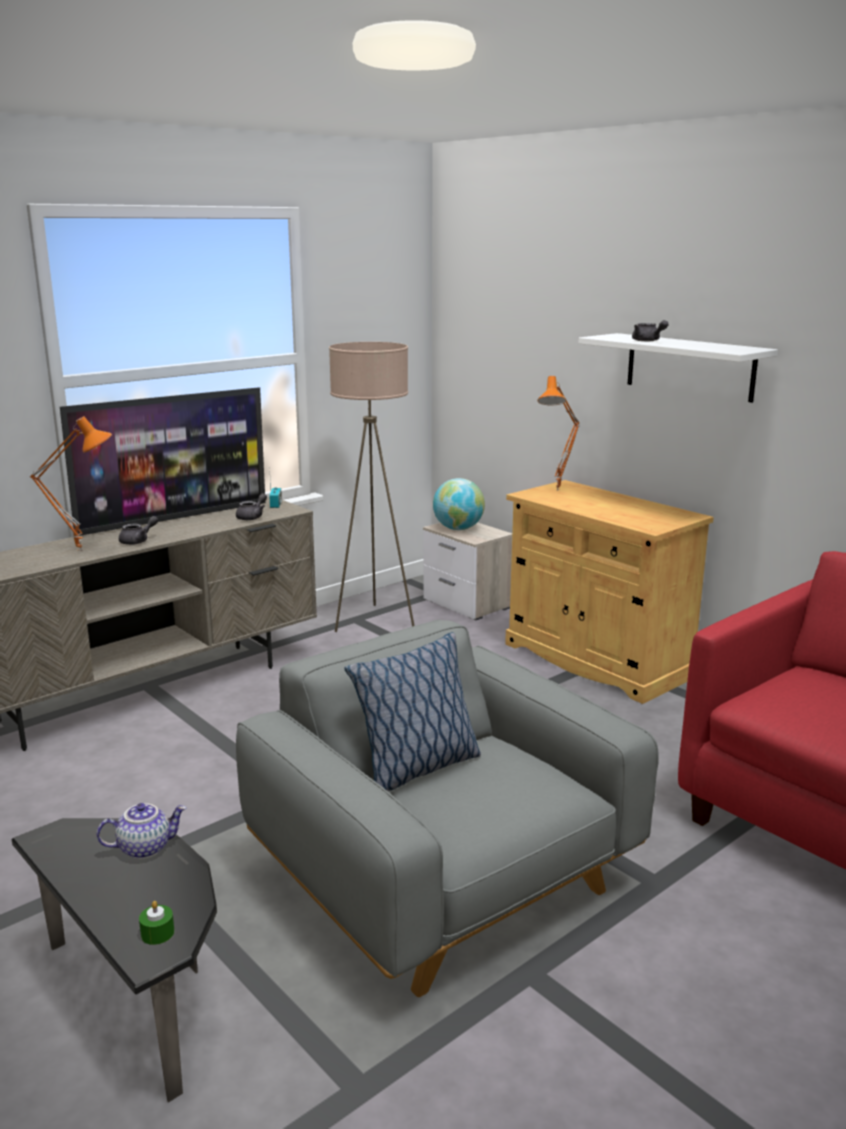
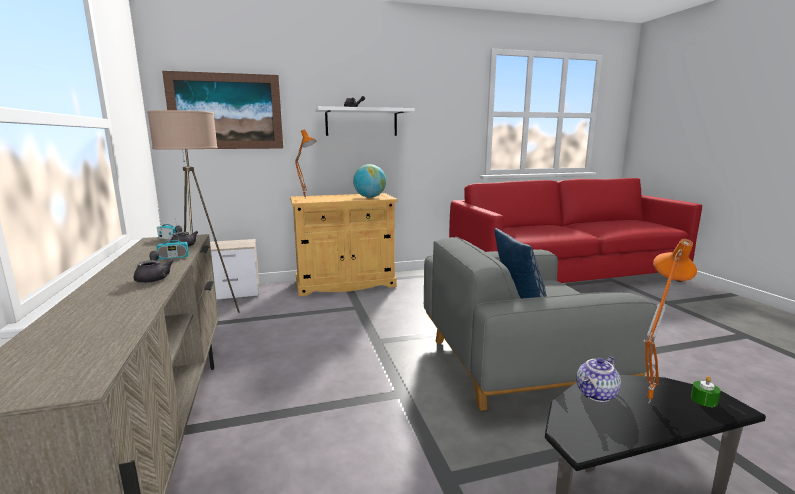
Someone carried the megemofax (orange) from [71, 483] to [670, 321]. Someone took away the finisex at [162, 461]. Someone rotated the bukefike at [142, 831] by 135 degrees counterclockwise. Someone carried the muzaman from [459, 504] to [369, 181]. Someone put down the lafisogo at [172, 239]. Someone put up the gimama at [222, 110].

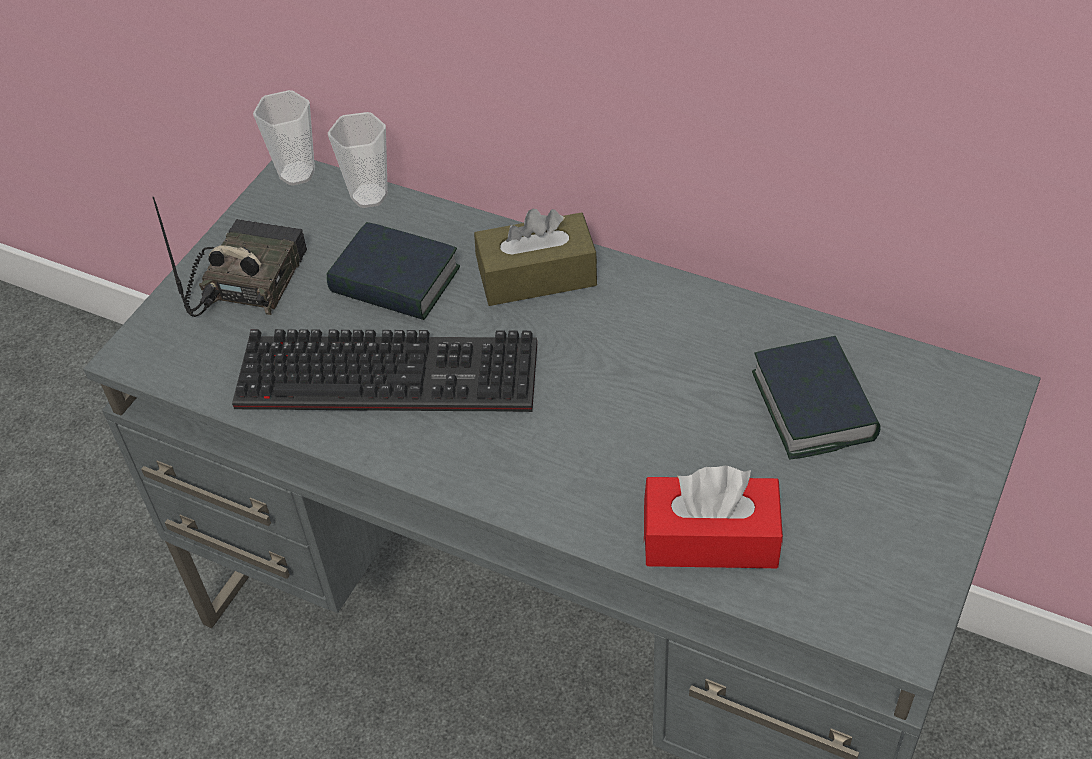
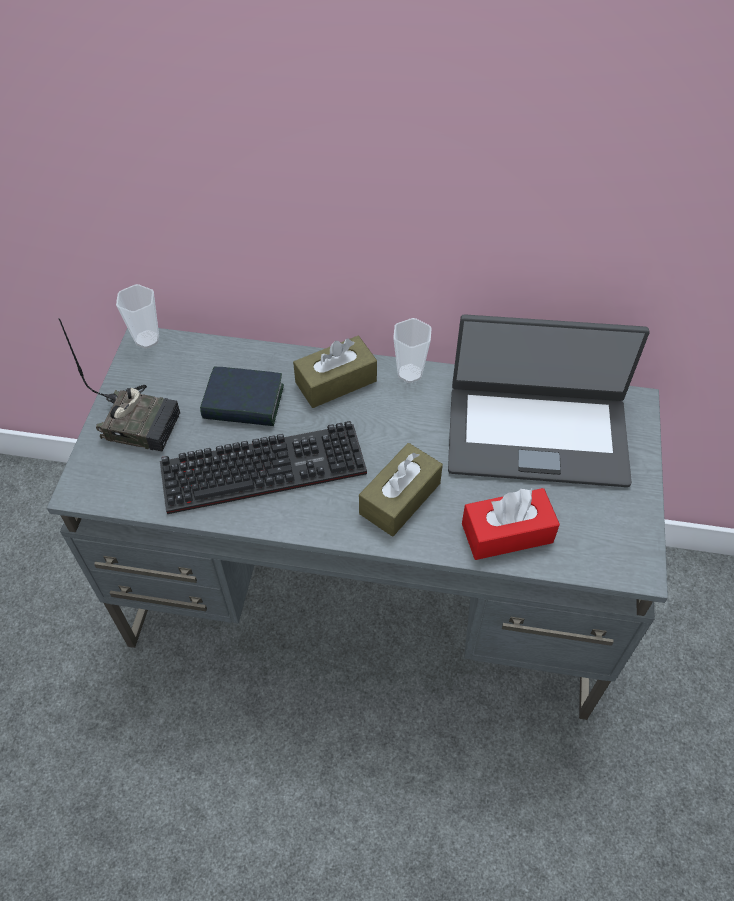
Someone rotated the lafisogo at [229, 257] by 105 degrees clockwise. Someone carried the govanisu from [358, 160] to [412, 350]. Someone swapped the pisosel at [816, 398] for the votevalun at [549, 400]. Someone put down the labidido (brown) at [401, 489].

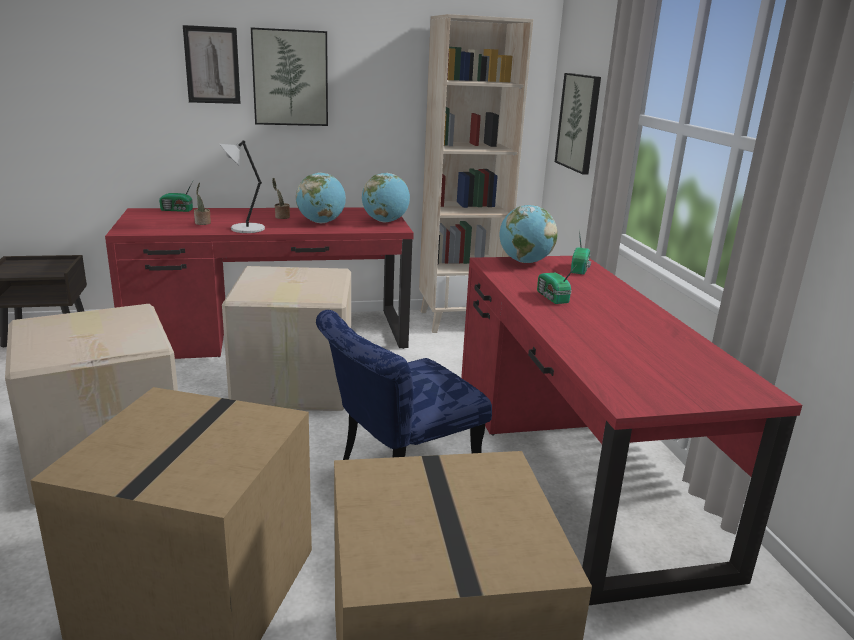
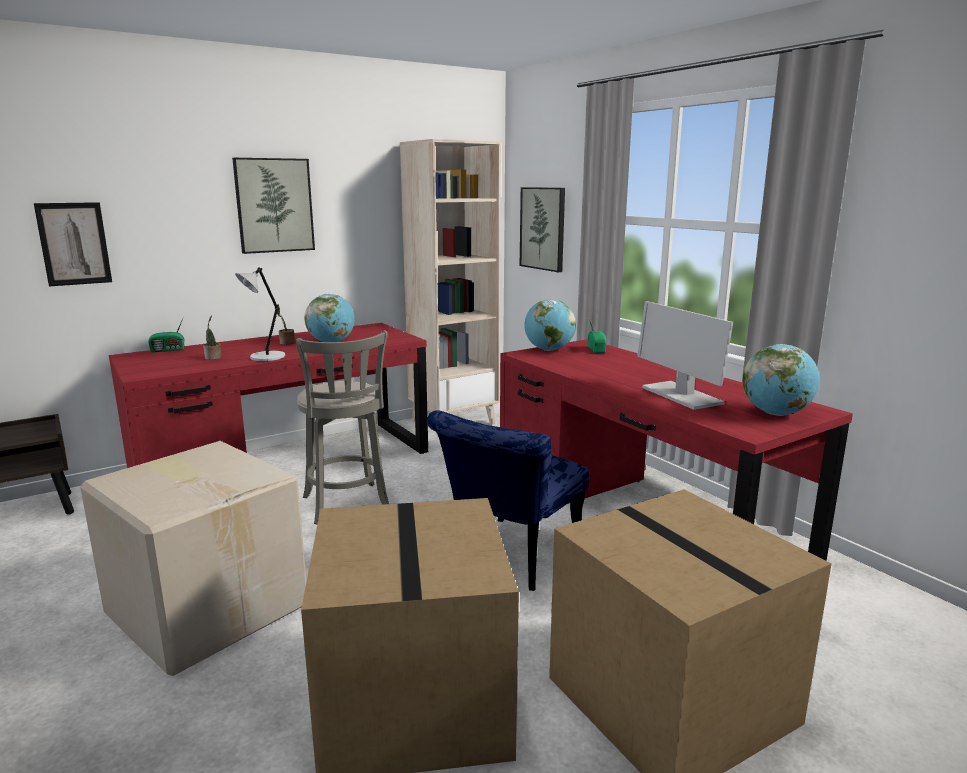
Someone carried the gimama from [212, 64] to [73, 244]. Someone swapped the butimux at [286, 338] for the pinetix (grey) at [342, 427]. Someone carried the muzaman from [386, 197] to [781, 380]. Someone took away the lafisogo at [556, 285]. Someone put down the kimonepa at [685, 355].

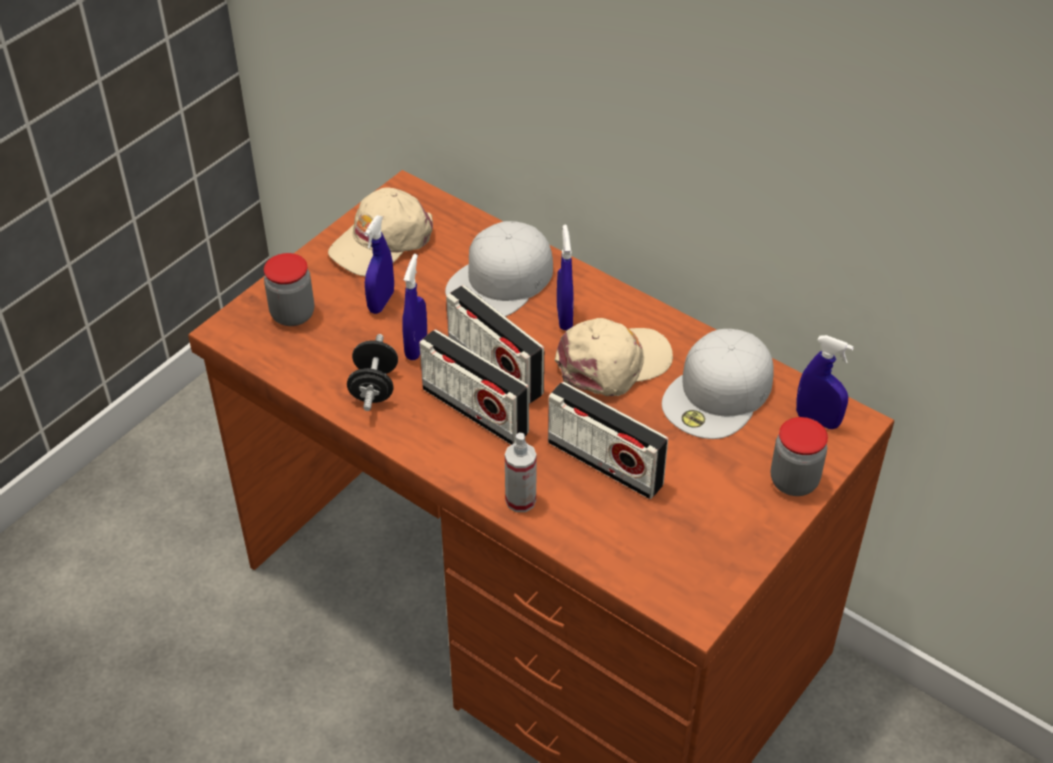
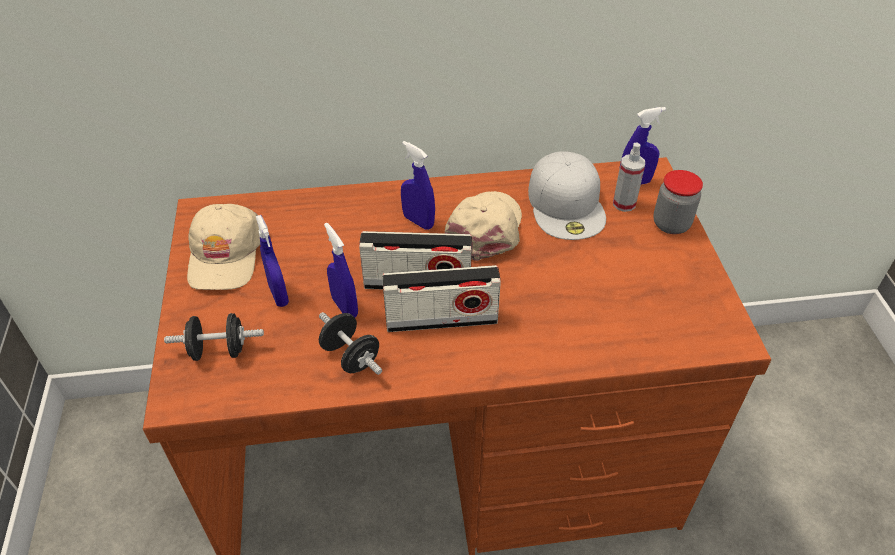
Someone swapped the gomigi at [289, 289] for the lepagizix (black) at [214, 337]. Someone took away the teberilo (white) at [499, 269]. Someone carried the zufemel from [521, 472] to [629, 177]. Someone took away the lafisogo at [608, 440].

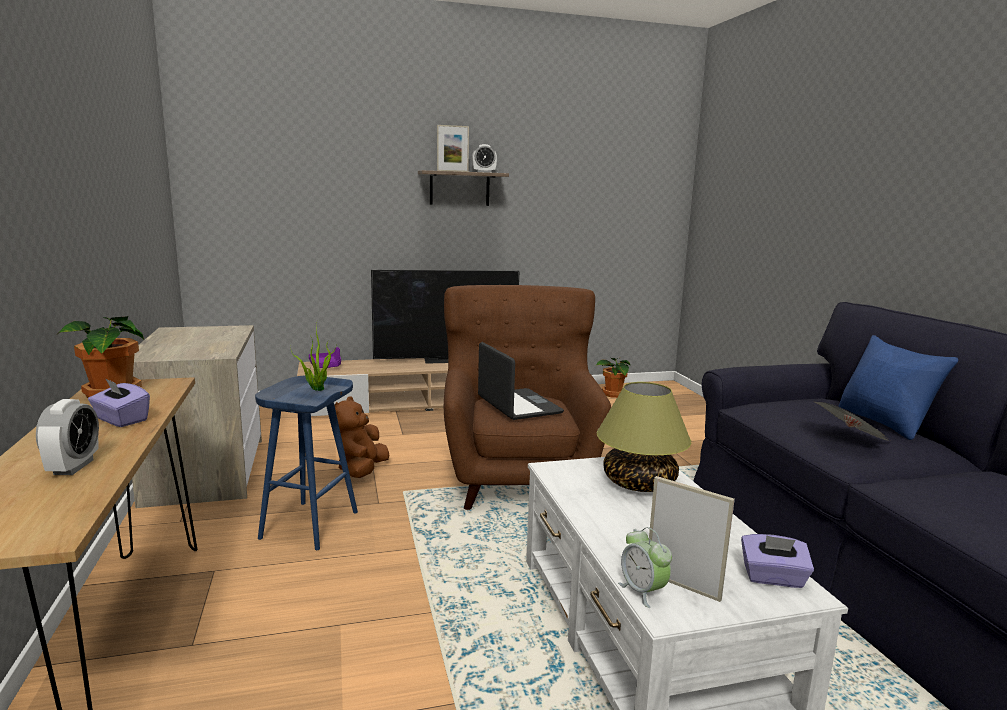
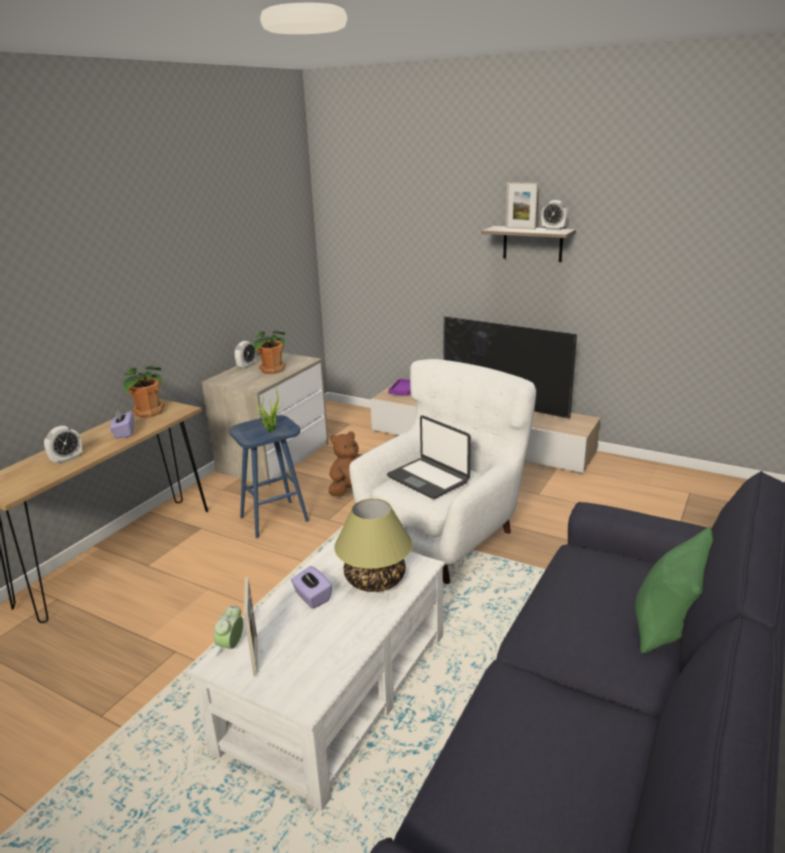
Someone repainted the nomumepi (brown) at [527, 397], which became the nomumepi (white) at [442, 471]. Someone rotated the votevalun at [521, 381] by 120 degrees clockwise. Someone carried the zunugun from [613, 378] to [269, 352]. Someone carried the labidido (purple) from [777, 561] to [311, 587]. Someone took away the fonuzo at [852, 421]. Someone repainted the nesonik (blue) at [898, 387], which became the nesonik (green) at [674, 590]. Someone put down the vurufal at [245, 355].

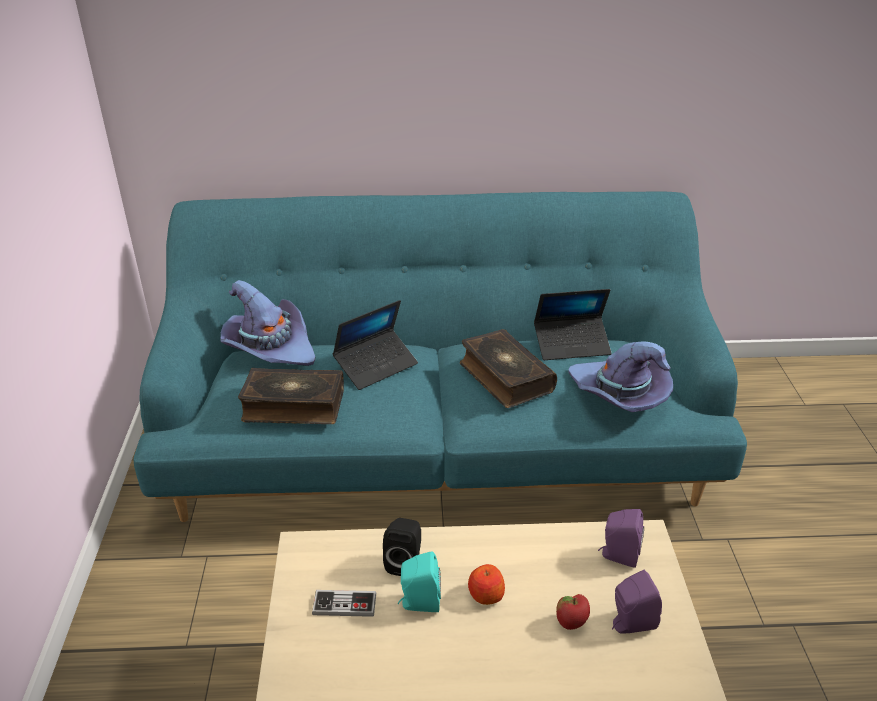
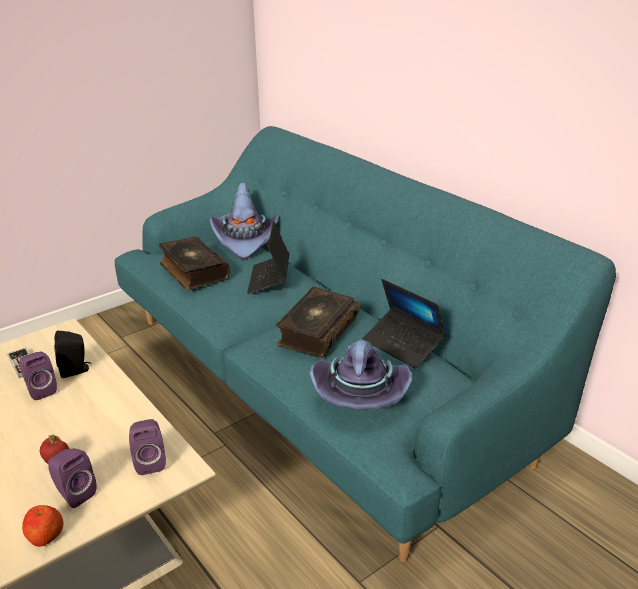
Someone rotated the votevalun at [375, 345] by 75 degrees clockwise. Someone repainted the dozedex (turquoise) at [419, 581], which became the dozedex (purple) at [38, 376]. Someone carried the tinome from [486, 584] to [42, 526].

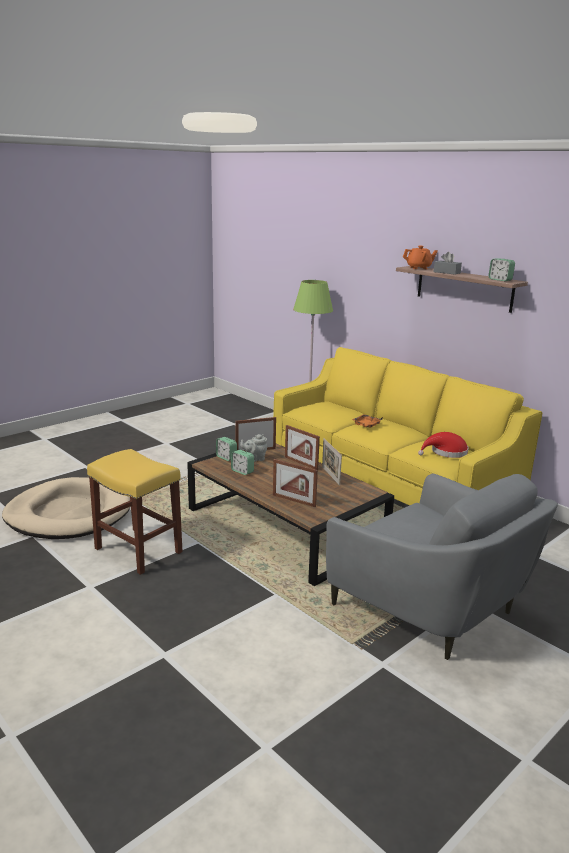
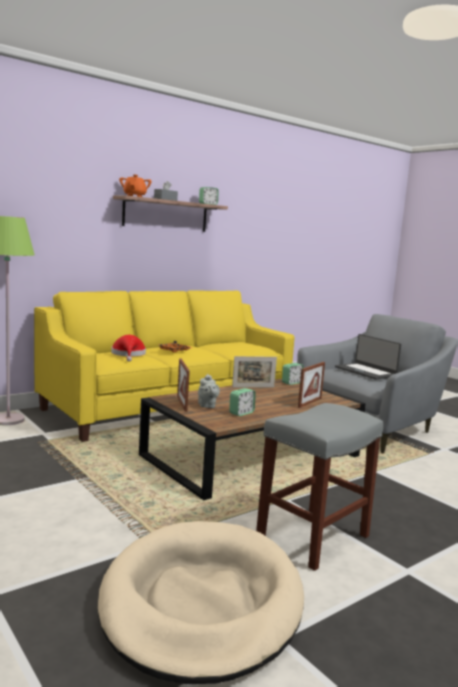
Someone repainted the pinetix (yellow) at [135, 512], which became the pinetix (grey) at [319, 487]. Someone carried the vurufal from [226, 449] to [293, 374]. Someone took away the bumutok at [302, 447]. Someone carried the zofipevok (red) from [443, 445] to [128, 348]. Someone put down the votevalun at [368, 357].

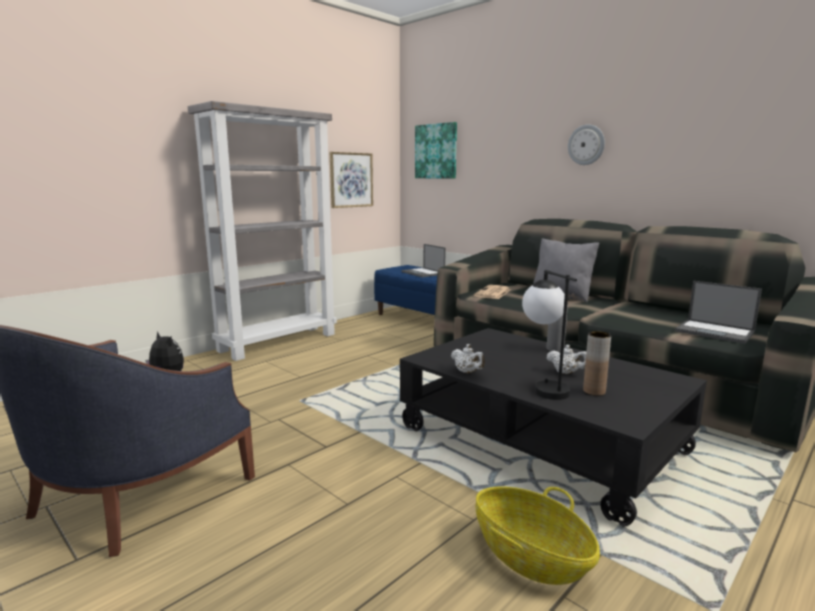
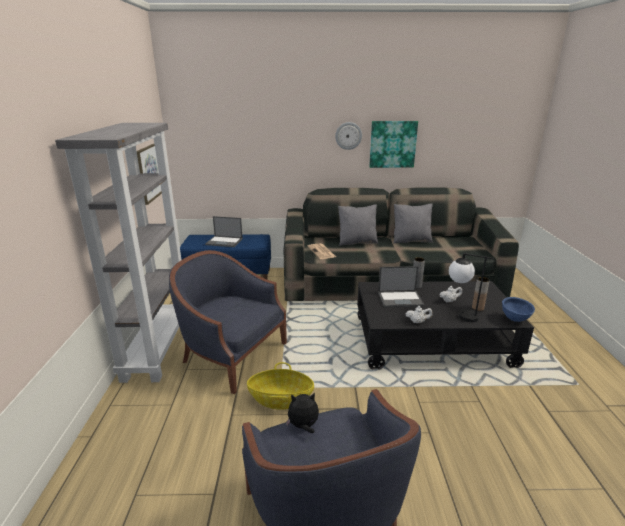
Someone carried the gimama from [436, 150] to [393, 144]. Someone carried the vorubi from [538, 535] to [280, 386]. Someone carried the votevalun from [718, 312] to [401, 287]. Someone put down the nomumepi (blue) at [228, 322]. Someone put down the nesonik (grey) at [413, 224]. Someone put down the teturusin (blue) at [518, 309].

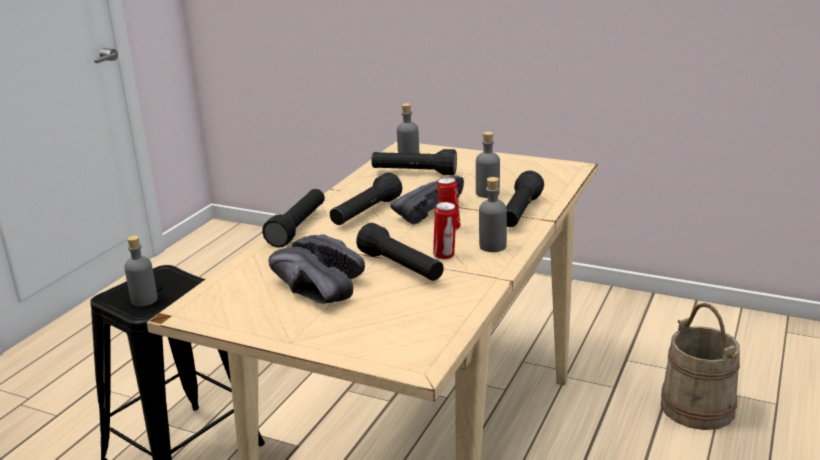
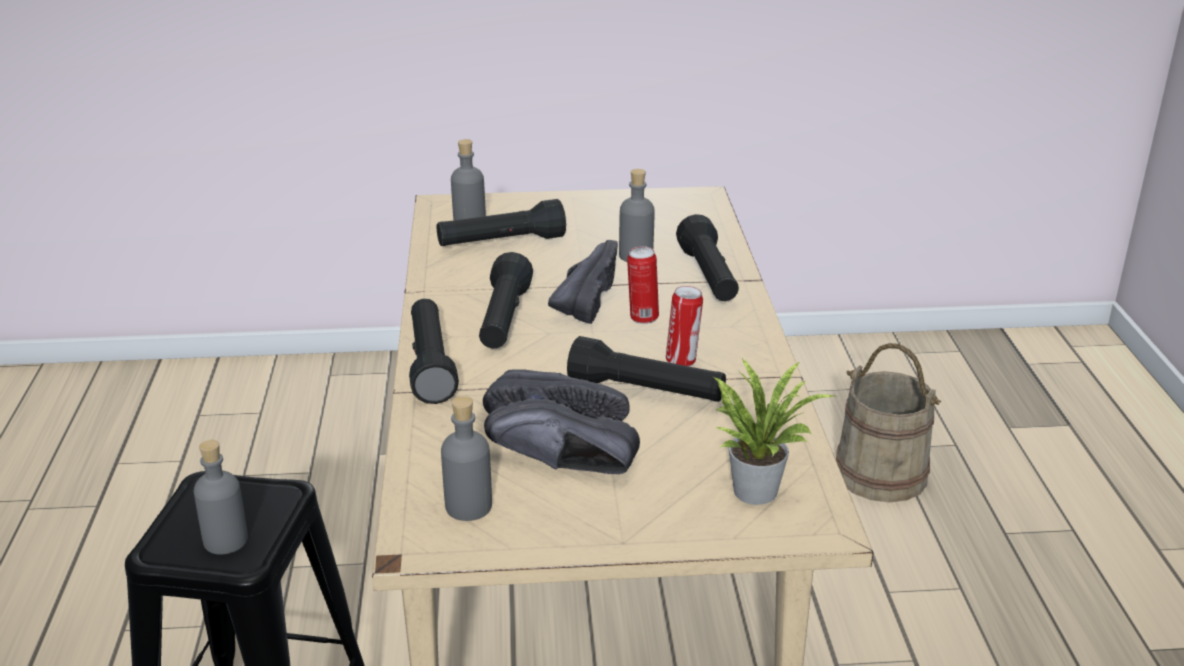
Someone carried the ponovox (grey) from [493, 214] to [466, 458]. Someone put down the zunugun at [773, 432].

